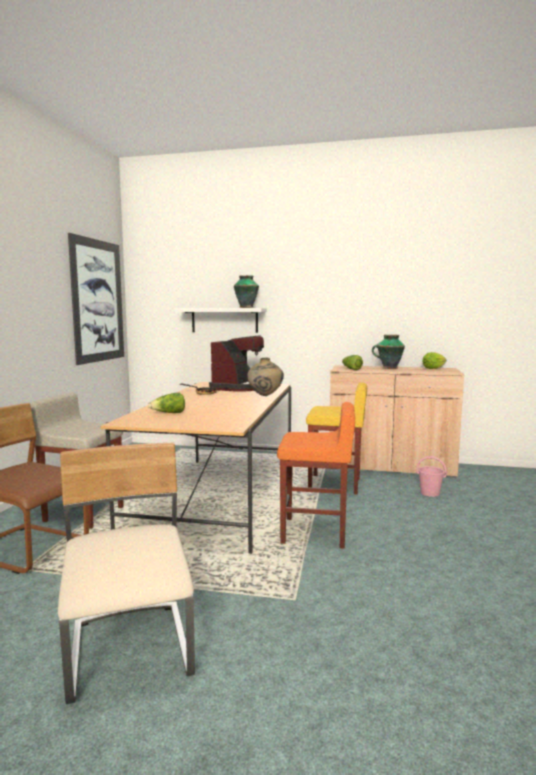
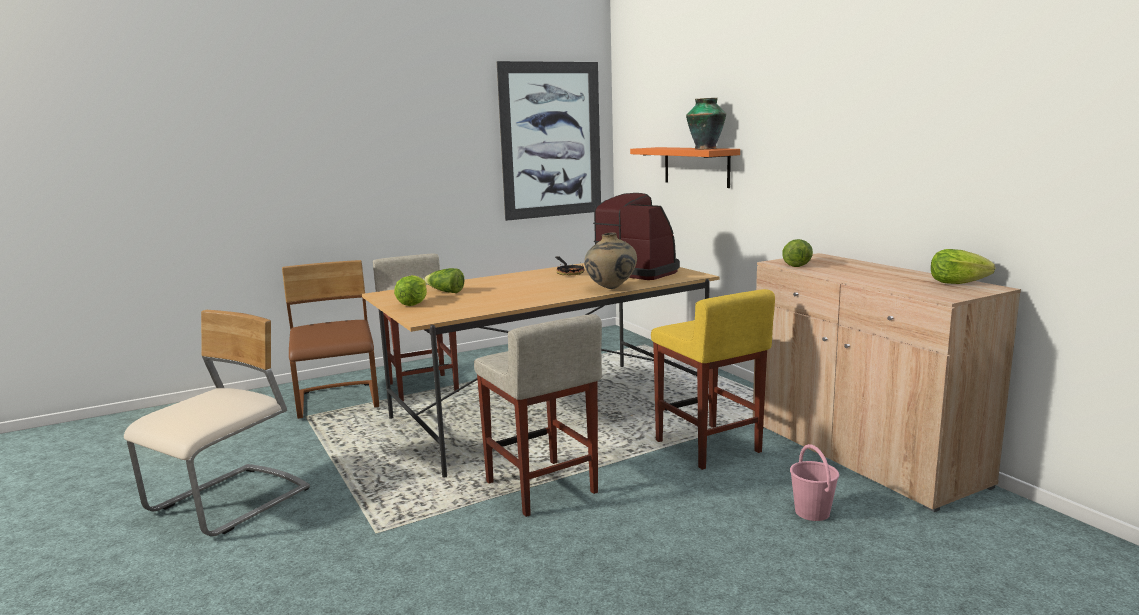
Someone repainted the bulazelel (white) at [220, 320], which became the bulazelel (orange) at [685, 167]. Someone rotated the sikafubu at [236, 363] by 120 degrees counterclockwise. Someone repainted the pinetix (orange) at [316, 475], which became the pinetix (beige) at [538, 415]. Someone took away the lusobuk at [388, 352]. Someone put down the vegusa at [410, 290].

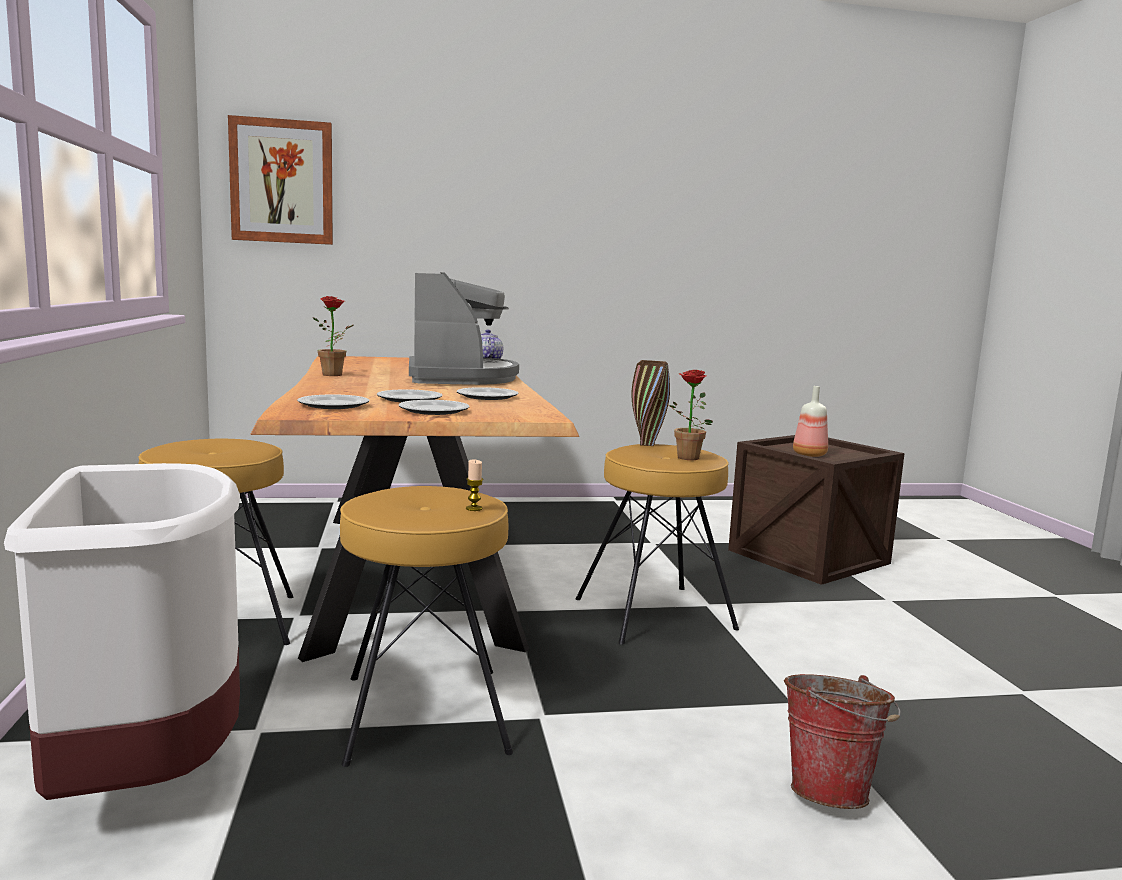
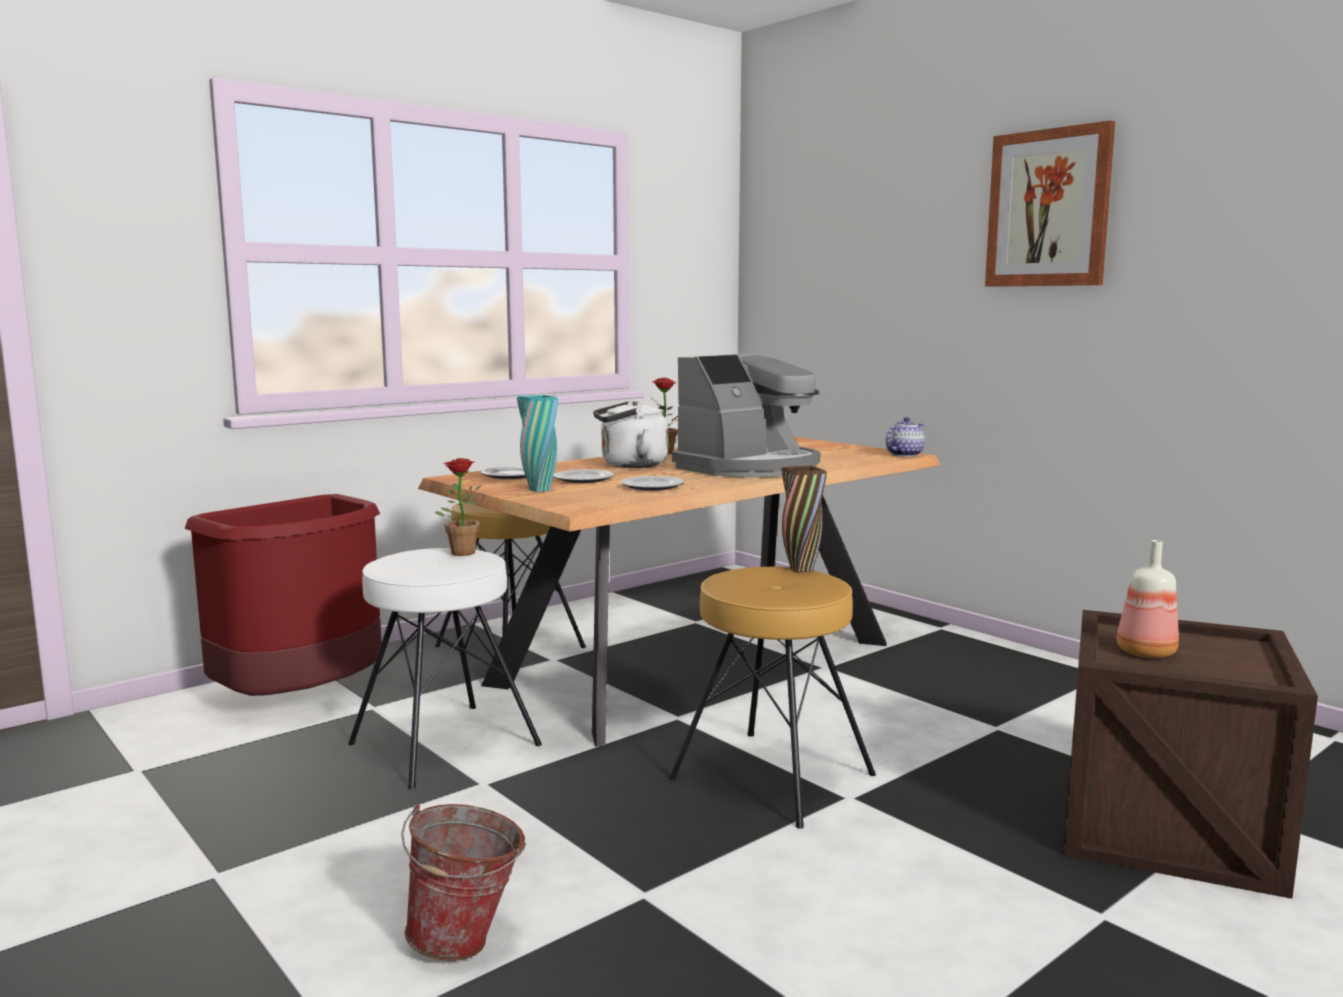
Someone repainted the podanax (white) at [122, 631], which became the podanax (red) at [283, 595]. Someone carried the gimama from [280, 180] to [1050, 203]. Someone repainted the pinetix (brown) at [426, 626], which became the pinetix (white) at [445, 668]. Someone swapped the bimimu at [434, 407] for the lusobuk (turquoise) at [537, 443]. Someone took away the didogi at [474, 485]. Someone carried the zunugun from [684, 415] to [458, 507]. Someone put down the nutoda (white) at [630, 434].

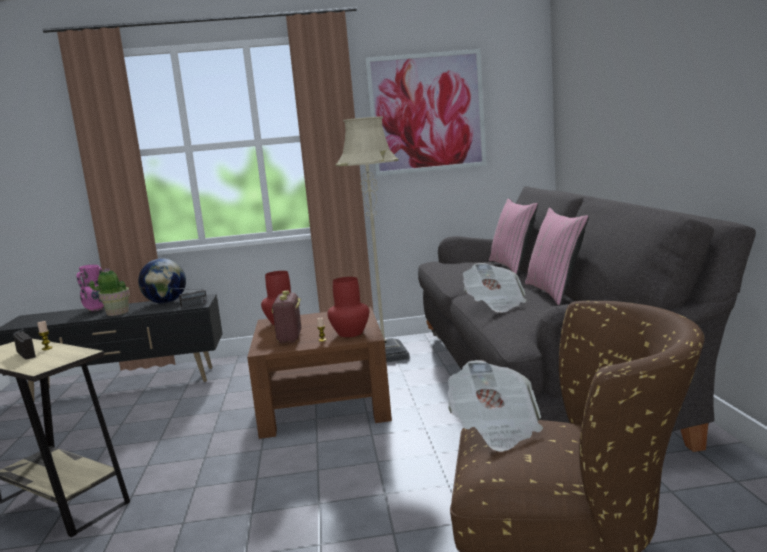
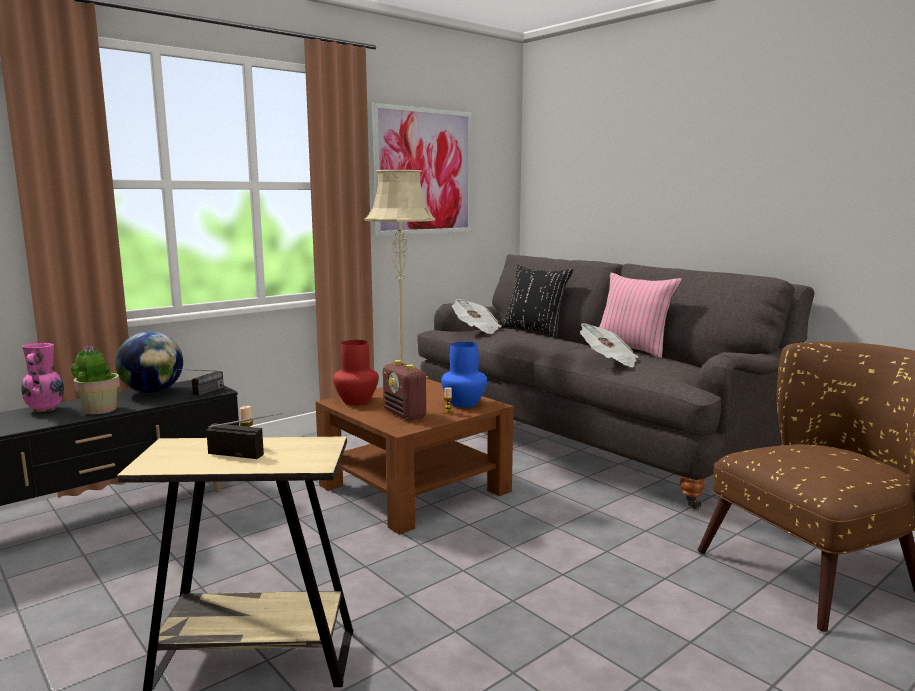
Someone repainted the lusobuk (red) at [348, 307], which became the lusobuk (blue) at [464, 375]. Someone carried the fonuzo from [495, 406] to [476, 316]. Someone repainted the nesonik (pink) at [513, 236], which became the nesonik (black) at [537, 301].

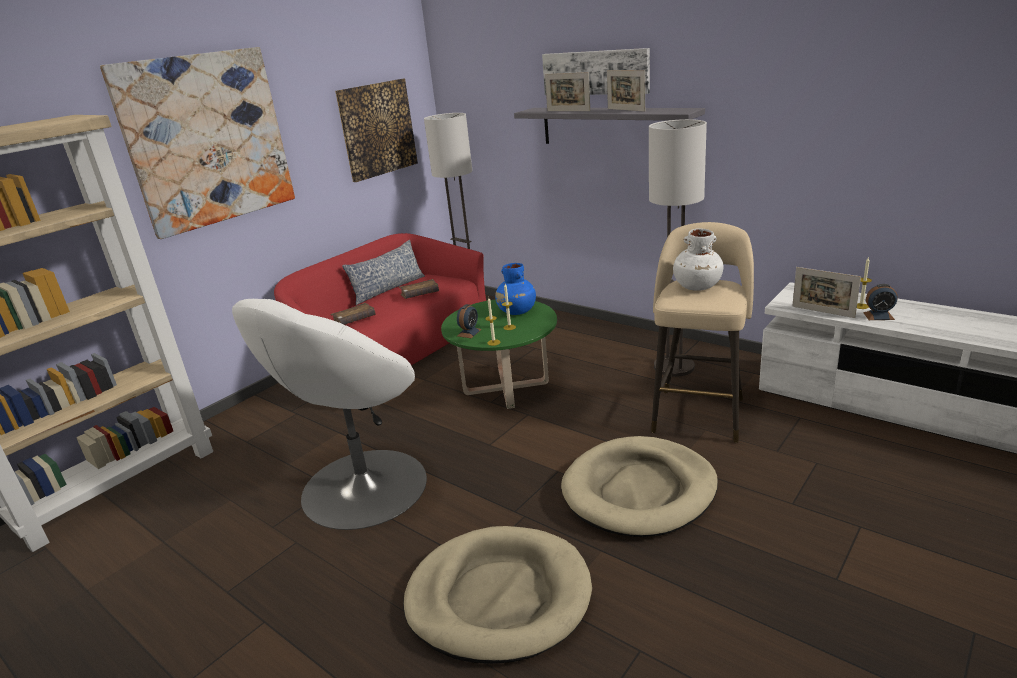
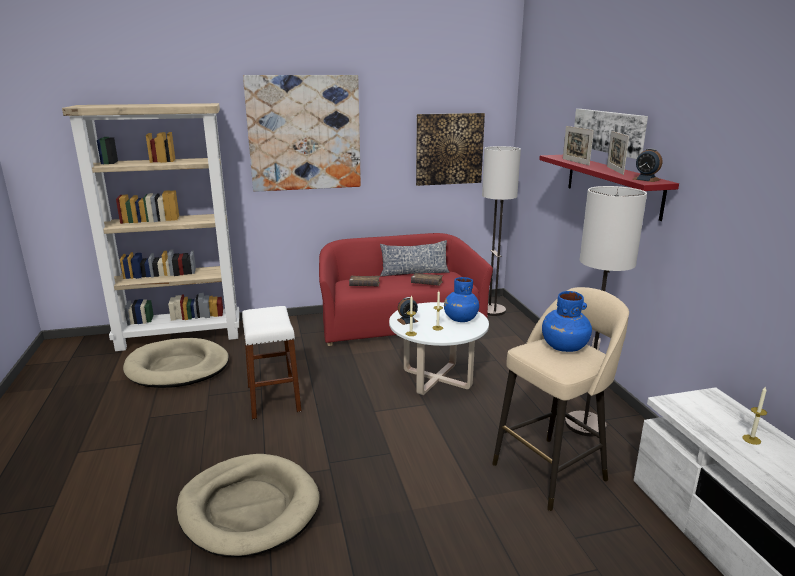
Someone swapped the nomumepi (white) at [329, 414] for the pinetix (white) at [271, 362]. Someone repainted the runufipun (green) at [499, 354], which became the runufipun (white) at [439, 348]. Someone repainted the bulazelel (grey) at [609, 126], which became the bulazelel (red) at [609, 188]. Someone carried the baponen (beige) from [639, 486] to [176, 363]. Someone repainted the lusobuk (white) at [698, 259], which became the lusobuk (blue) at [567, 321]. Someone took away the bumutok at [826, 292]. Someone carried the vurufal from [880, 302] to [648, 165].

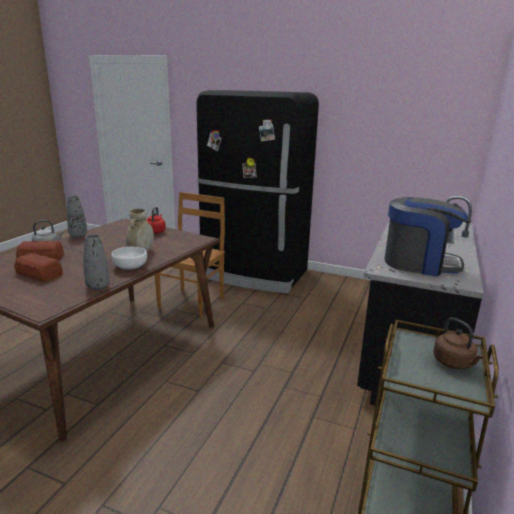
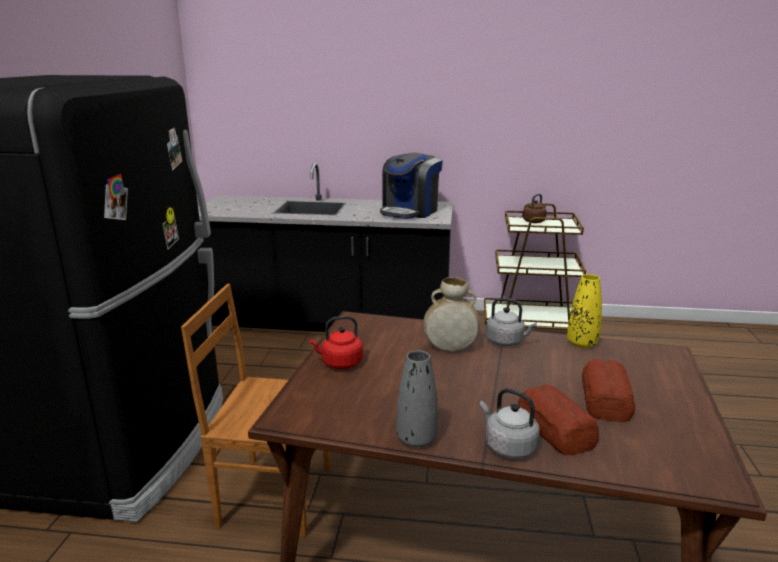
Someone repainted the lusobuk (grey) at [96, 262], which became the lusobuk (yellow) at [584, 311]. Someone swapped the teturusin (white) at [129, 258] for the nutoda (grey) at [511, 322]. Someone rotated the sikafubu at [428, 236] by 150 degrees counterclockwise.

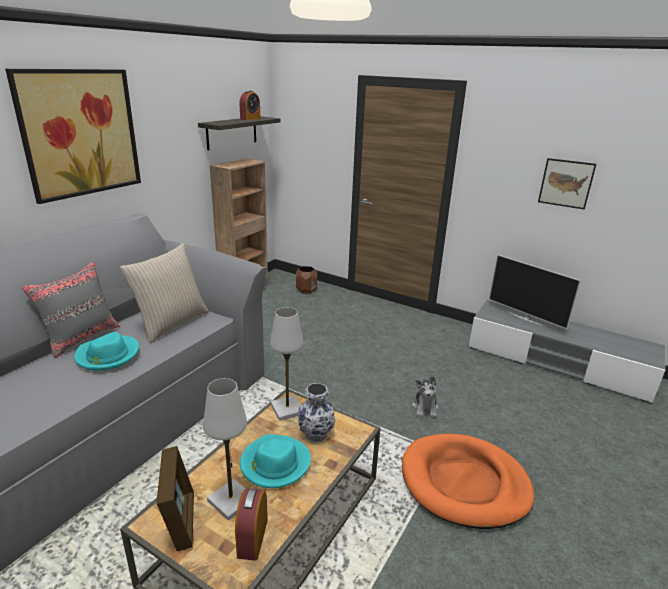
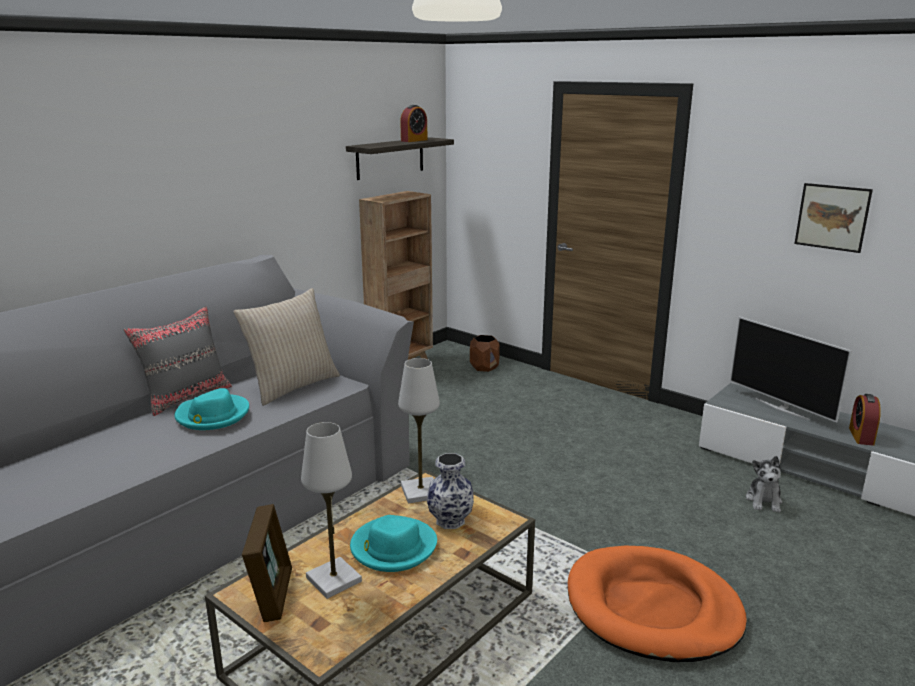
Someone took away the gimama at [73, 136]. Someone carried the vurufal from [251, 524] to [865, 420]. Someone carried the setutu from [425, 397] to [764, 484].

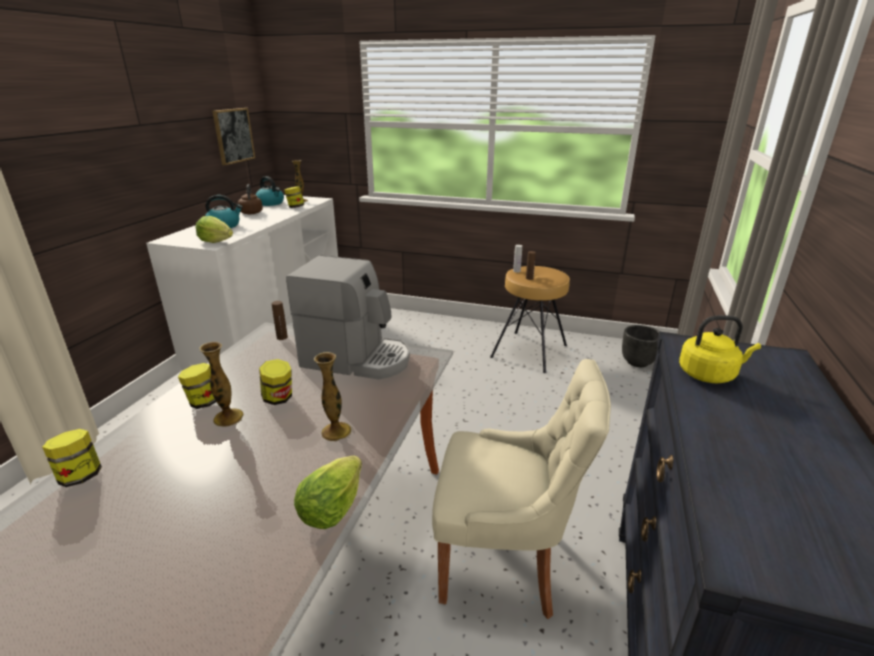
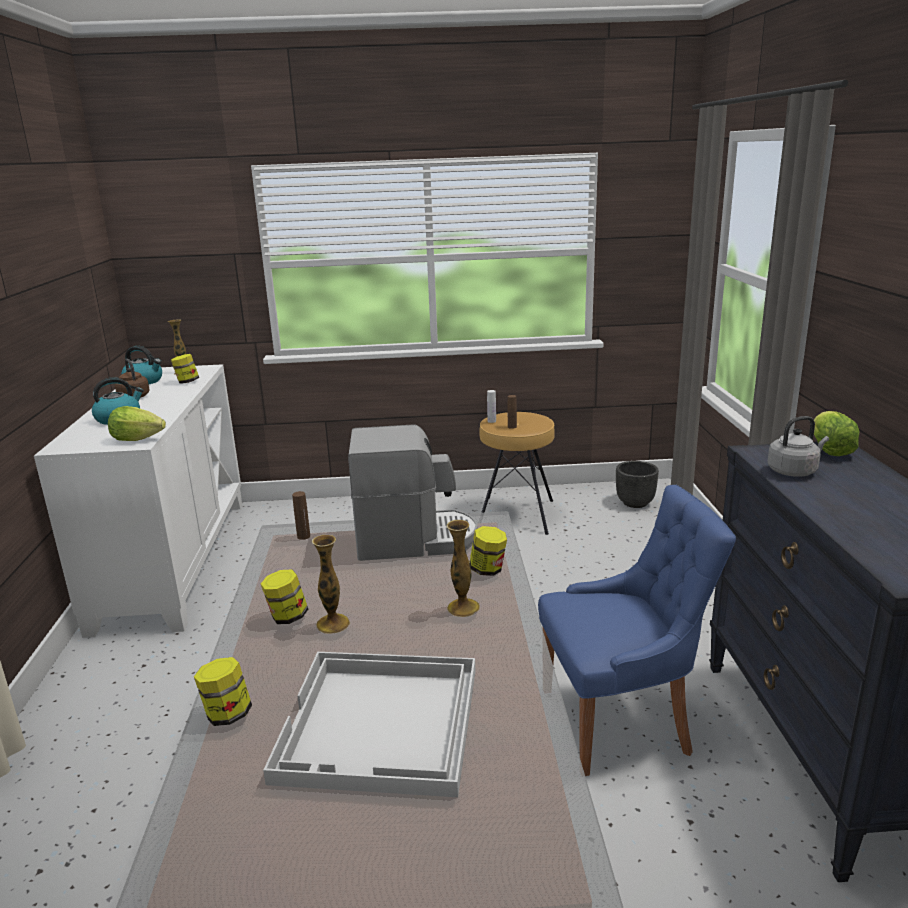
Someone took away the gimama at [233, 136]. Someone carried the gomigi from [275, 382] to [488, 551]. Someone carried the vegusa from [328, 492] to [837, 433]. Someone repainted the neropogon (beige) at [521, 489], which became the neropogon (blue) at [637, 630]. Someone repainted the nutoda (yellow) at [720, 349], which became the nutoda (grey) at [798, 446]. Someone put down the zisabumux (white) at [369, 724].

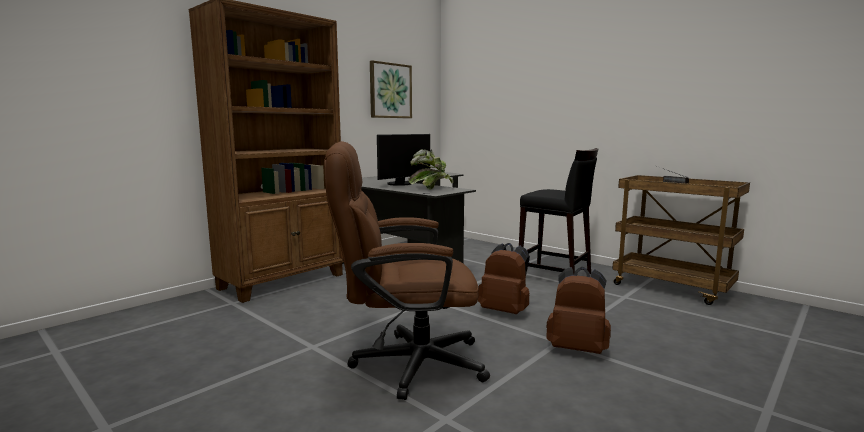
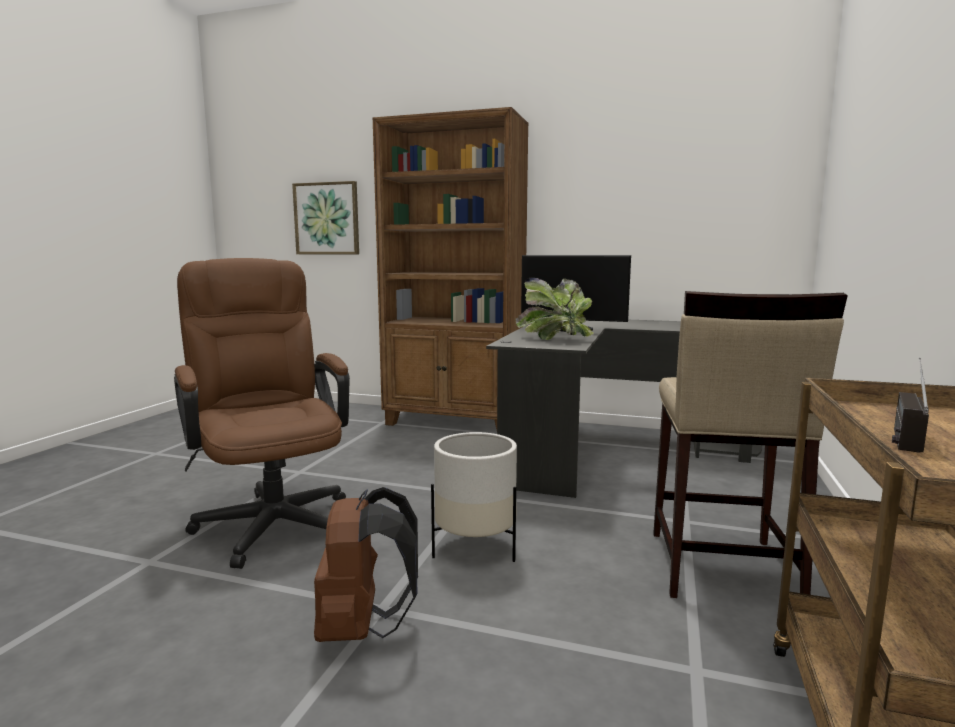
Someone carried the gimama from [391, 89] to [325, 217]. Someone swapped the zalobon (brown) at [504, 278] for the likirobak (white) at [474, 497]. Someone repainted the pinetix (black) at [558, 211], which became the pinetix (beige) at [750, 444].

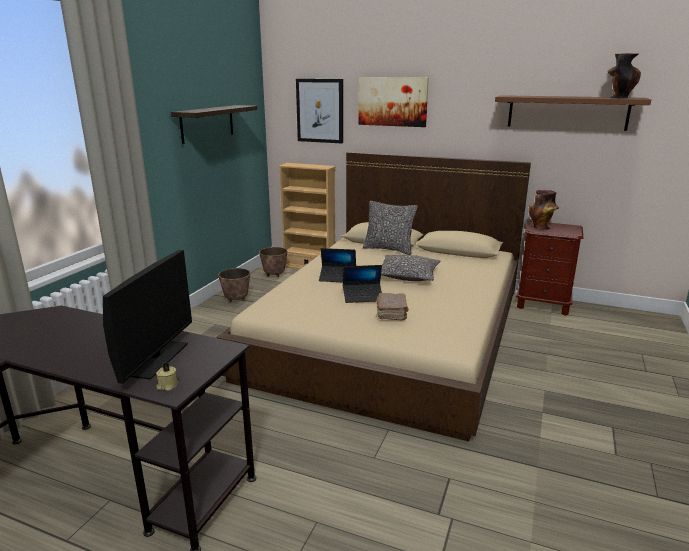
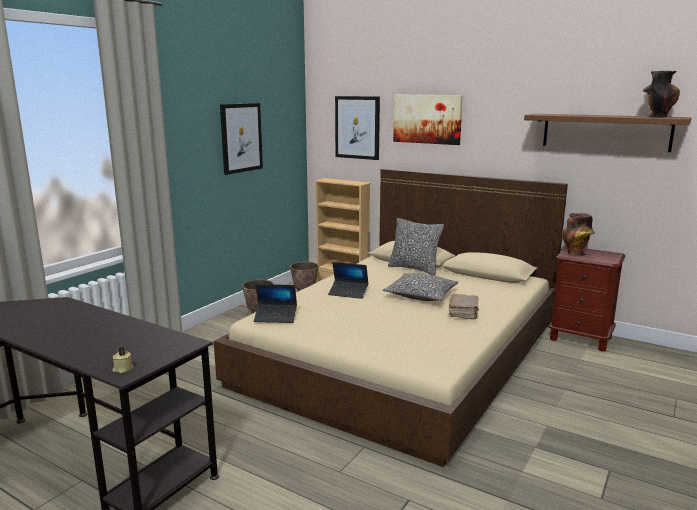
Someone took away the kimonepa at [147, 317]. Someone swapped the bulazelel at [214, 124] for the gimama at [241, 139]. Someone carried the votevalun from [362, 284] to [275, 303]. Someone carried the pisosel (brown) from [392, 306] to [464, 306].

